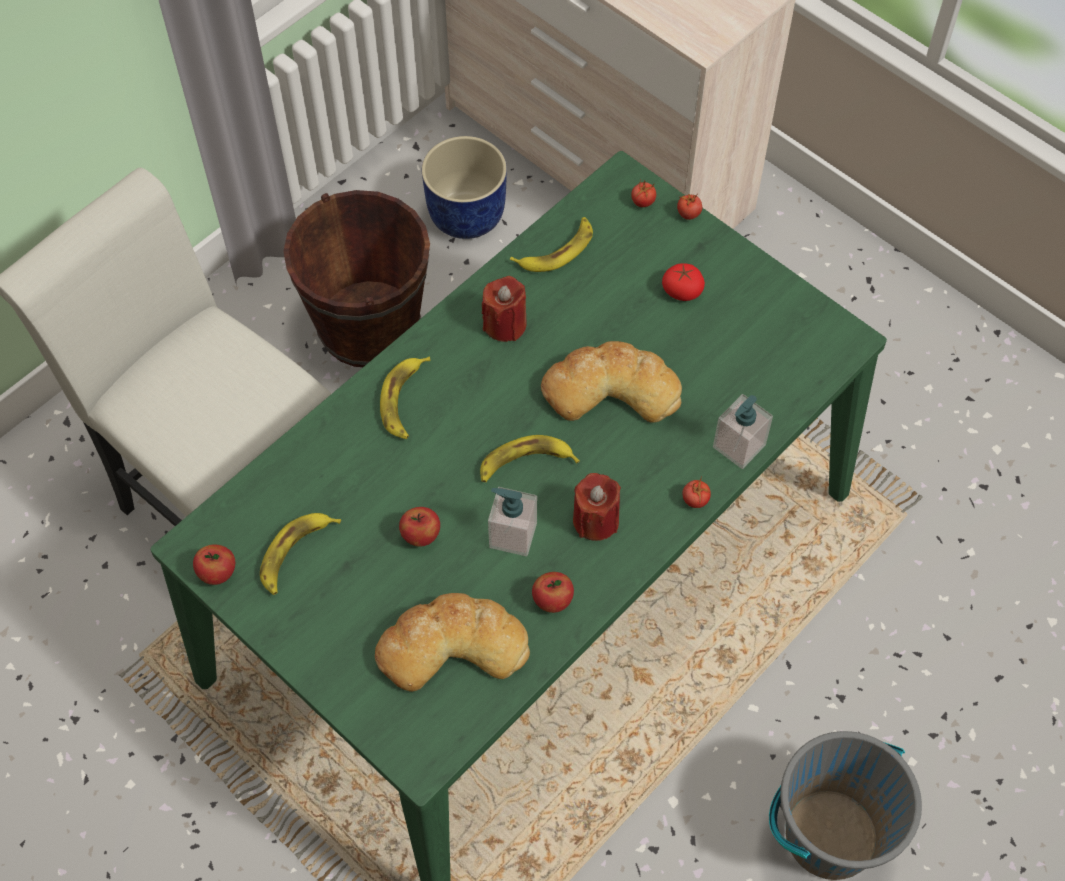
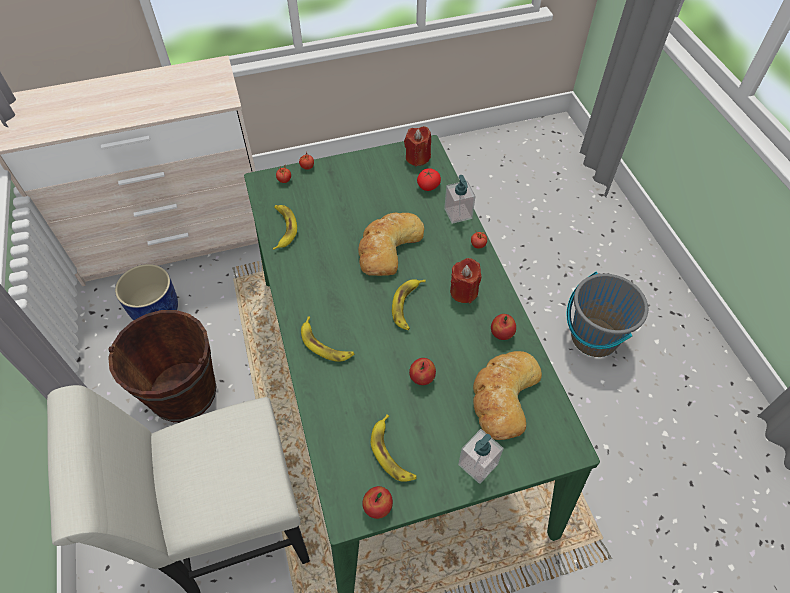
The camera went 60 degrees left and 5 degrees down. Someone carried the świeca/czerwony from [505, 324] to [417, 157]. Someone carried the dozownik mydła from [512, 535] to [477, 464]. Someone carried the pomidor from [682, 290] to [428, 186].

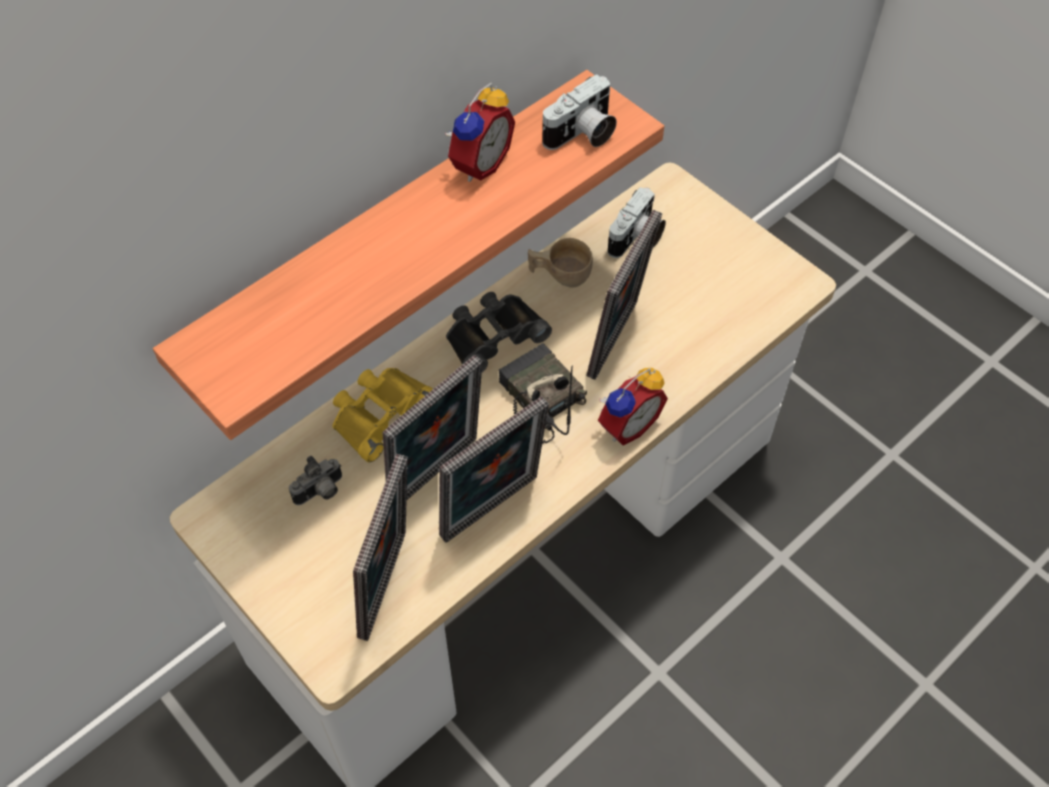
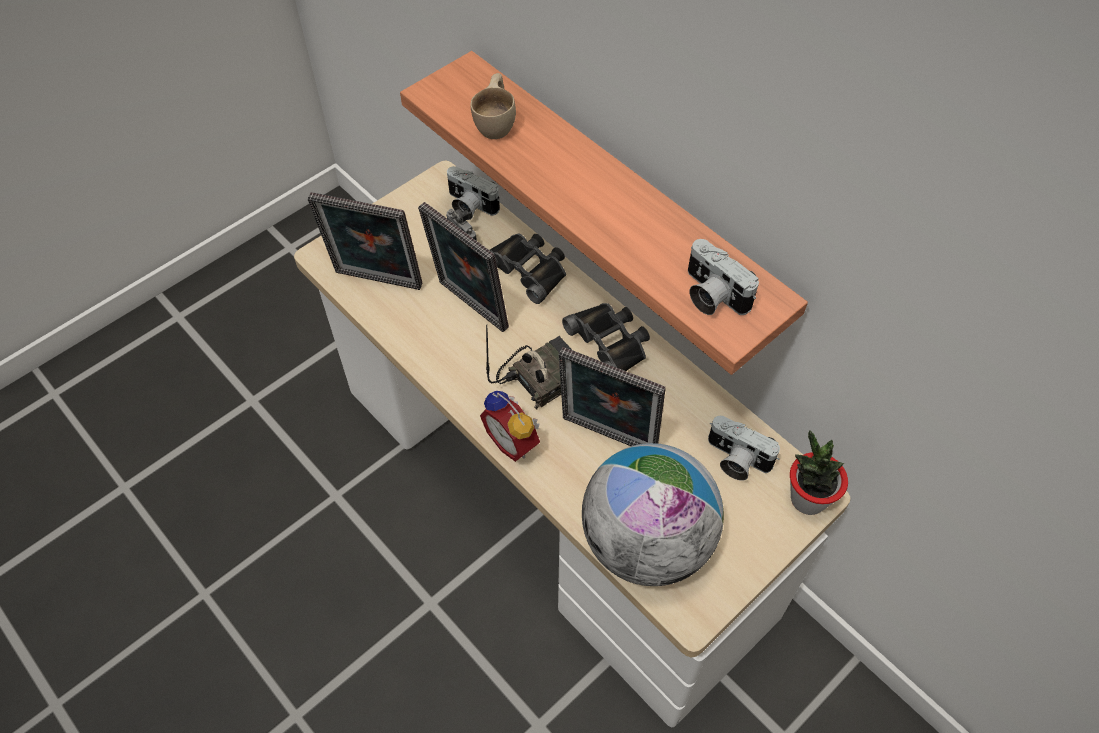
The camera went 90 degrees right and 0 degrees up. Someone repainted the lornetka/żółty at [379, 414], which became the lornetka/czarny at [528, 269]. Someone took away the ramka na zdjęcie at [493, 511]. Someone took away the budzik at [478, 164]. Someone carried the filiżanka/beżowy from [559, 275] to [497, 122]. Someone put down the aparat fotograficzny at [469, 206]. Someone put down the globus at [646, 542]. Someone put down the roślina doniczkowa at [807, 499].

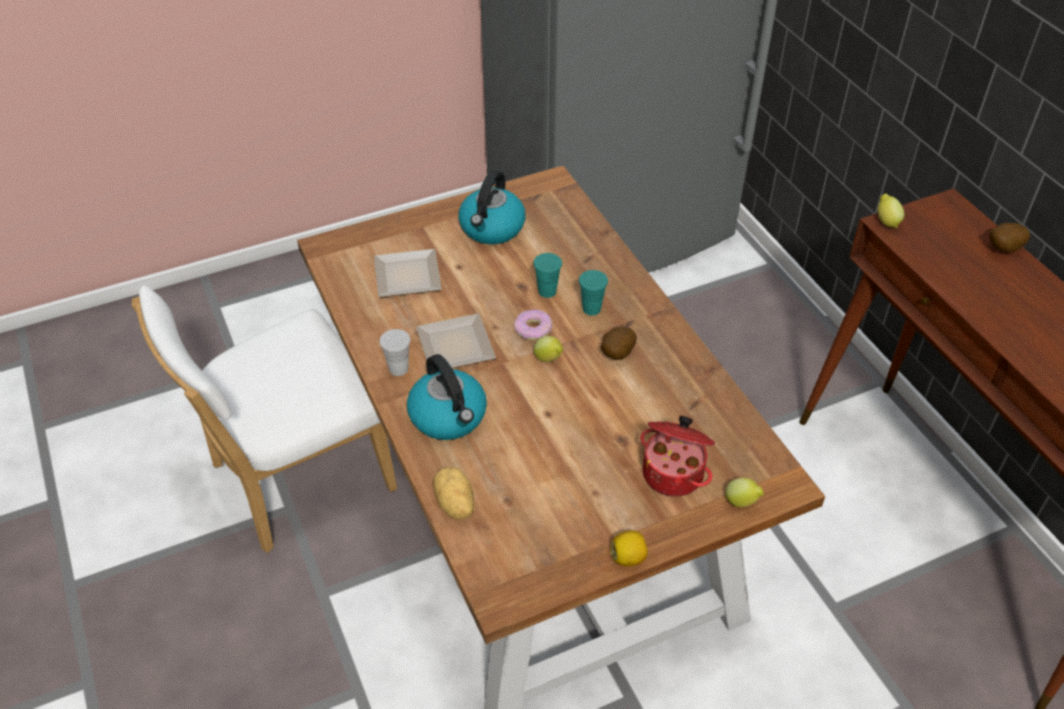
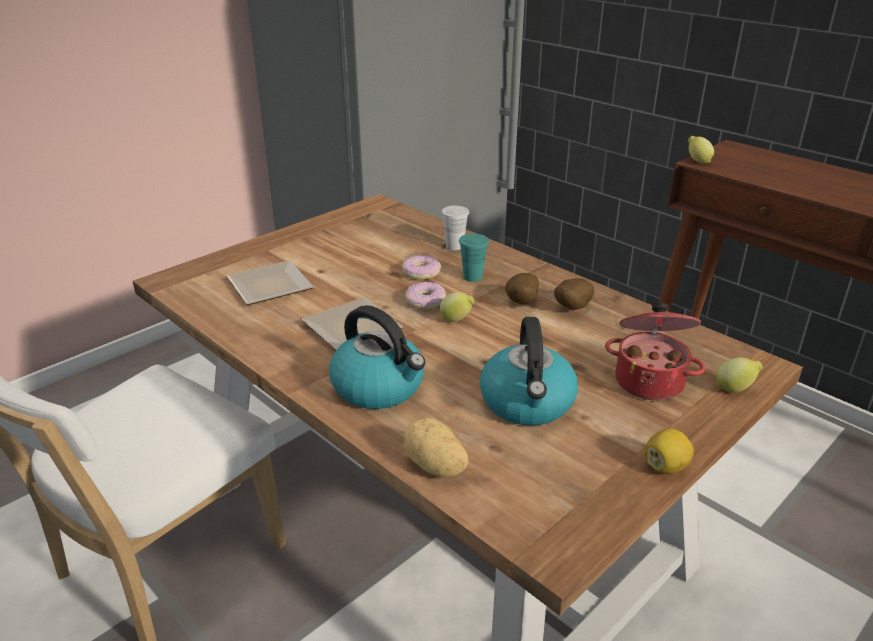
The camera went 20 degrees left and 15 degrees down. Someone carried the filiżanka/biały from [398, 369] to [454, 246]. Someone carried the czajnik from [492, 228] to [528, 403]. Someone swapped the filiżanka/turkusowy at [547, 291] for the donut at [421, 273]. Someone carried the ziemniak from [1002, 249] to [570, 308].

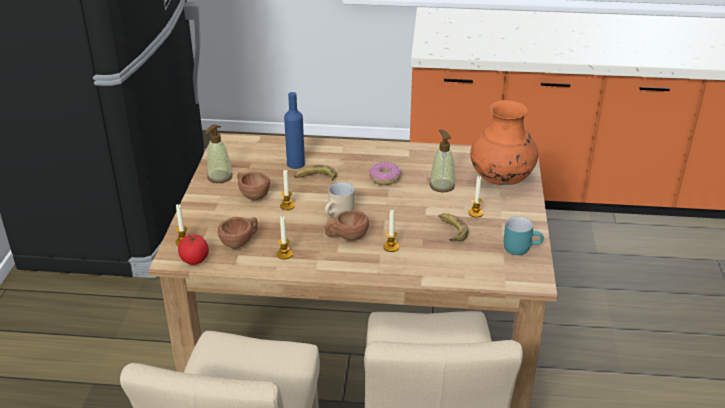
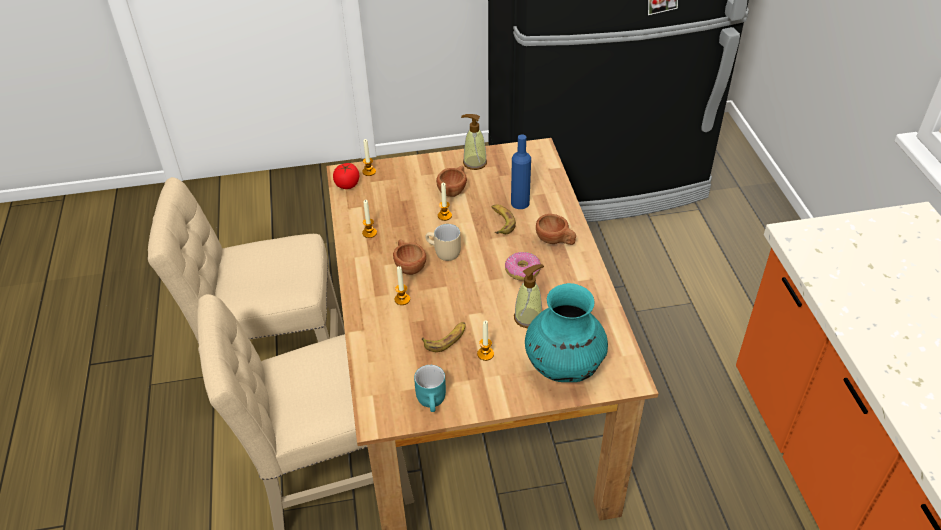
The camera went 75 degrees right and 10 degrees up. Someone carried the filiżanka/brązowy from [240, 242] to [555, 241]. Someone repainted the wazon/pomarańczowy at [501, 180], which became the wazon/turkusowy at [563, 367].

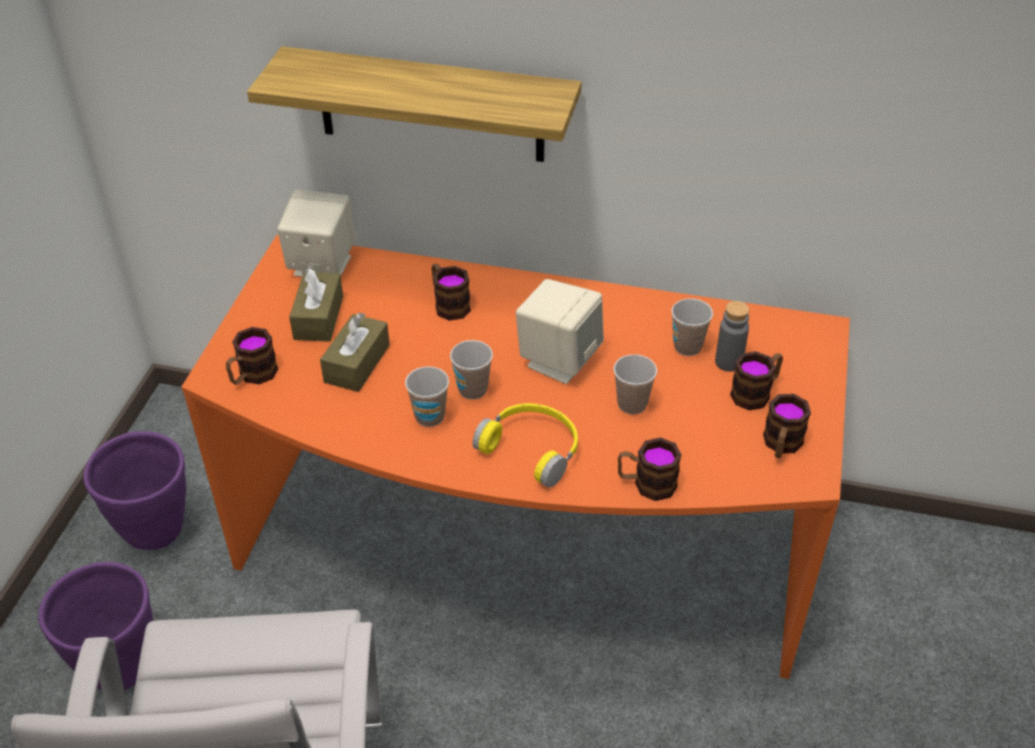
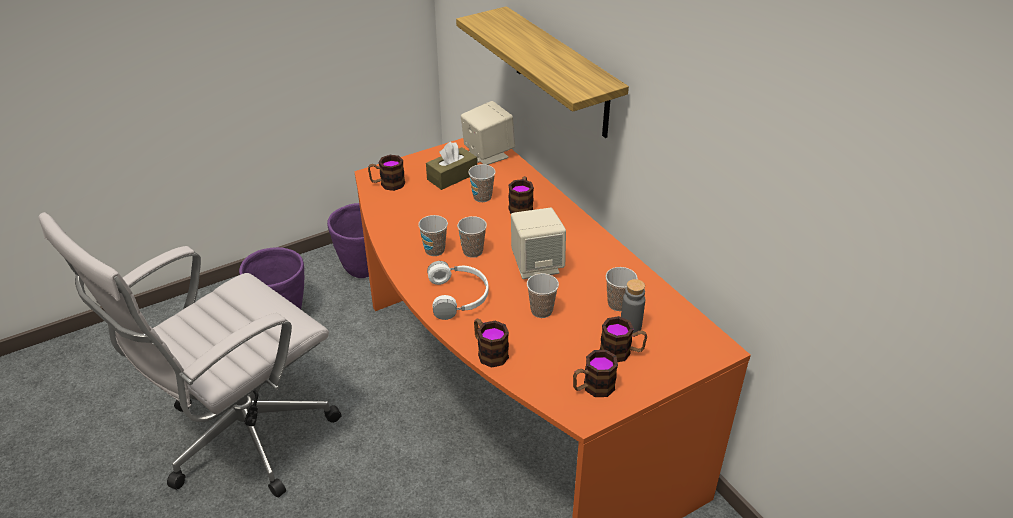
The camera went 45 degrees right and 5 degrees down. Someone took away the pudełko chusteczek/brązowy at [357, 364]. Someone repainted the słuchawki/żółty at [533, 448], which became the słuchawki/biały at [459, 296]. Someone put down the filiżanka at [482, 197].

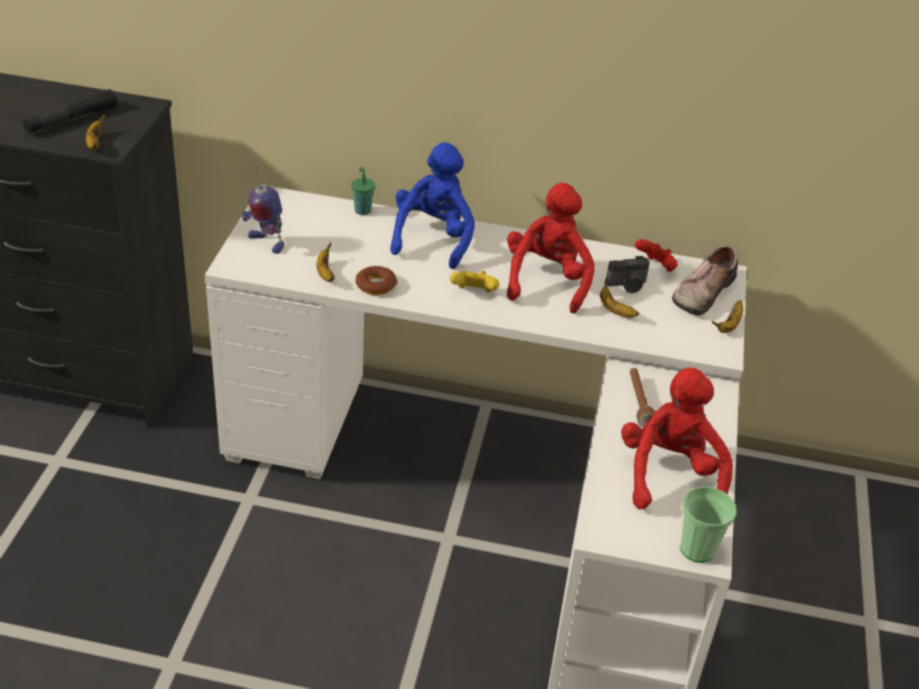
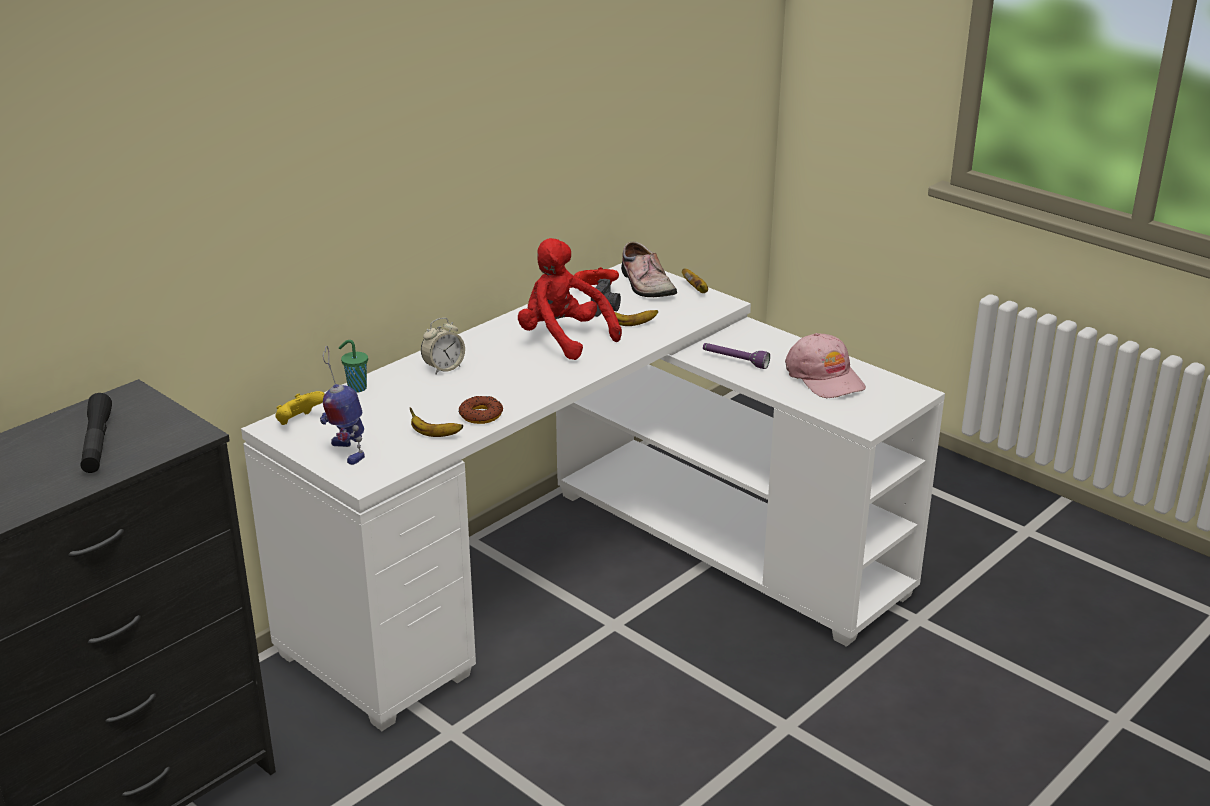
The camera went 55 degrees left and 10 degrees down. Someone took away the banan at [95, 144]. Someone rotated the robot zabawkowy at [265, 242] by 75 degrees clockwise. Someone swapped the pluszak/niebieski at [433, 238] for the budzik at [443, 368]. Someone carried the pad do gier/żółty from [474, 294] to [299, 422]. Someone swapped the pluszak/czerwony at [669, 475] for the czapka z daszkiem/różowy at [825, 377]. Someone repainted the latarka/brązowy at [639, 402], which became the latarka/fioletowy at [734, 361]. Someone took away the filiżanka at [697, 549].

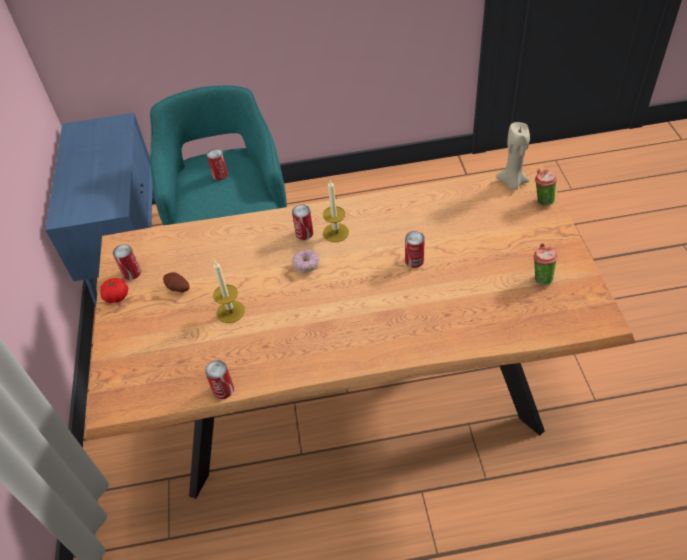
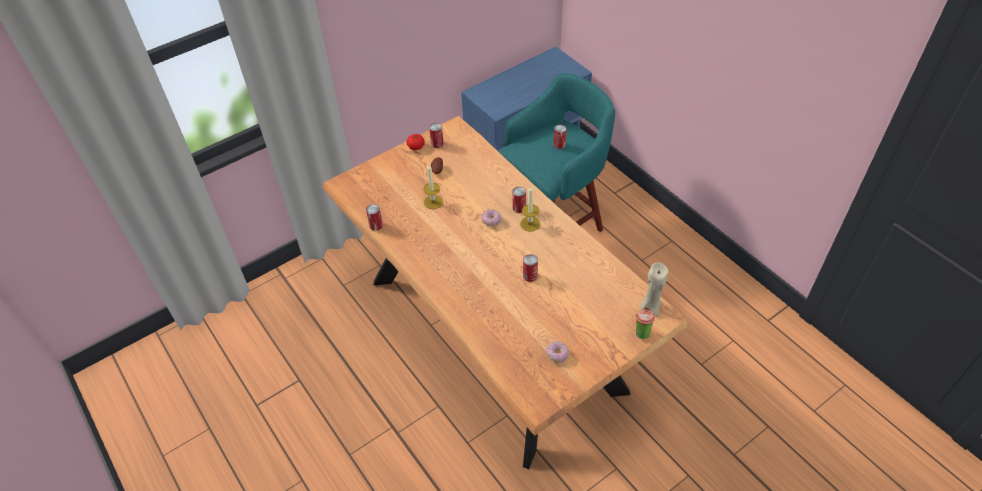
The camera went 60 degrees right and 0 degrees up. Someone swapped the filiżanka at [540, 278] for the donut at [557, 355].

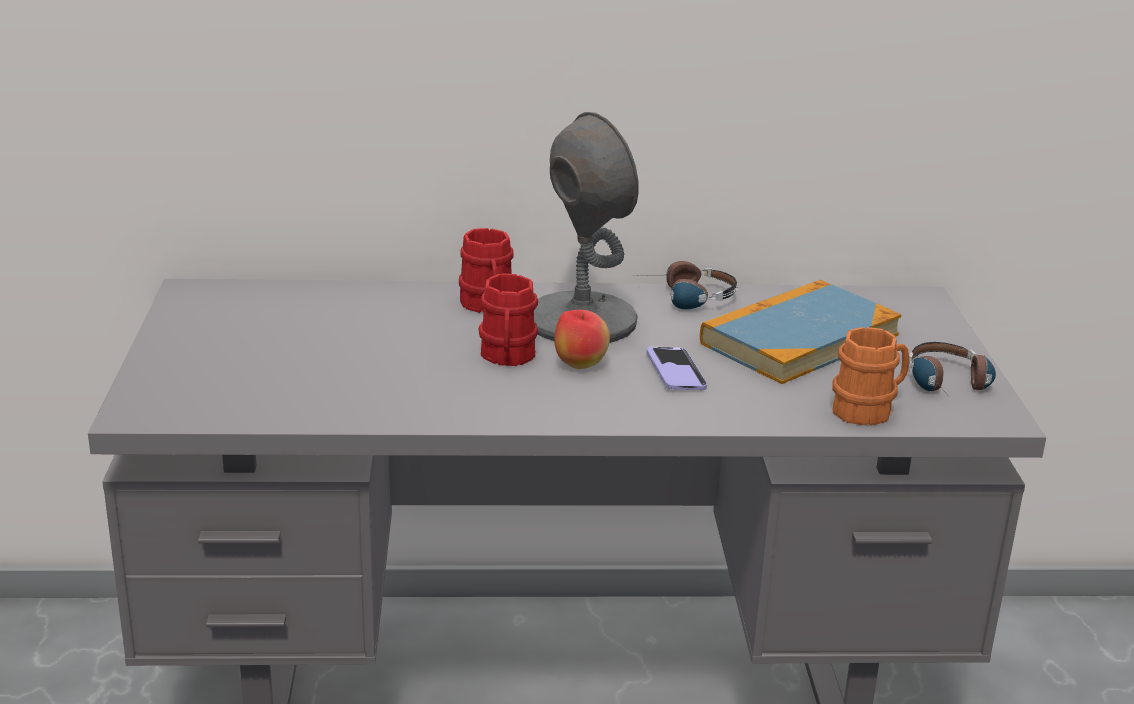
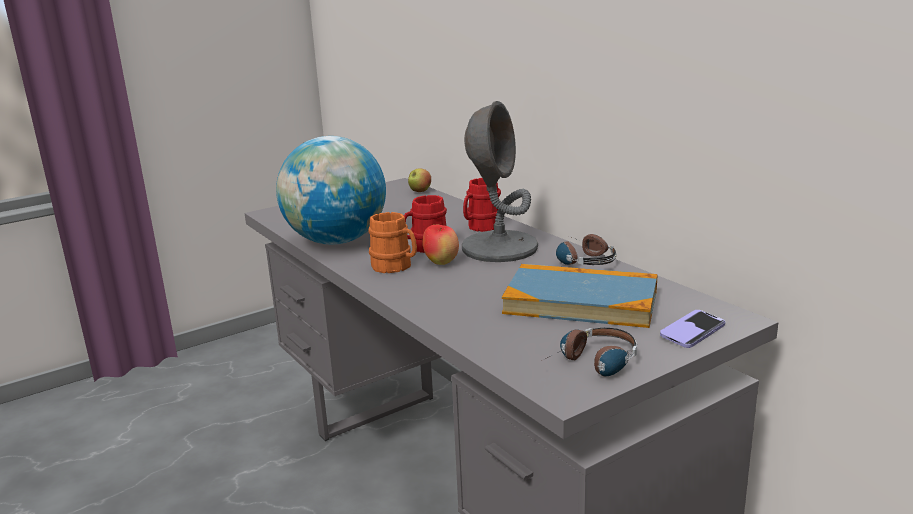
The camera went 60 degrees right and 5 degrees down. Someone carried the telefon from [675, 371] to [692, 331]. Someone carried the kubek/pomarańczowy from [869, 409] to [395, 267]. Someone put down the globus at [336, 241]. Someone put down the jabłko at [420, 191].

